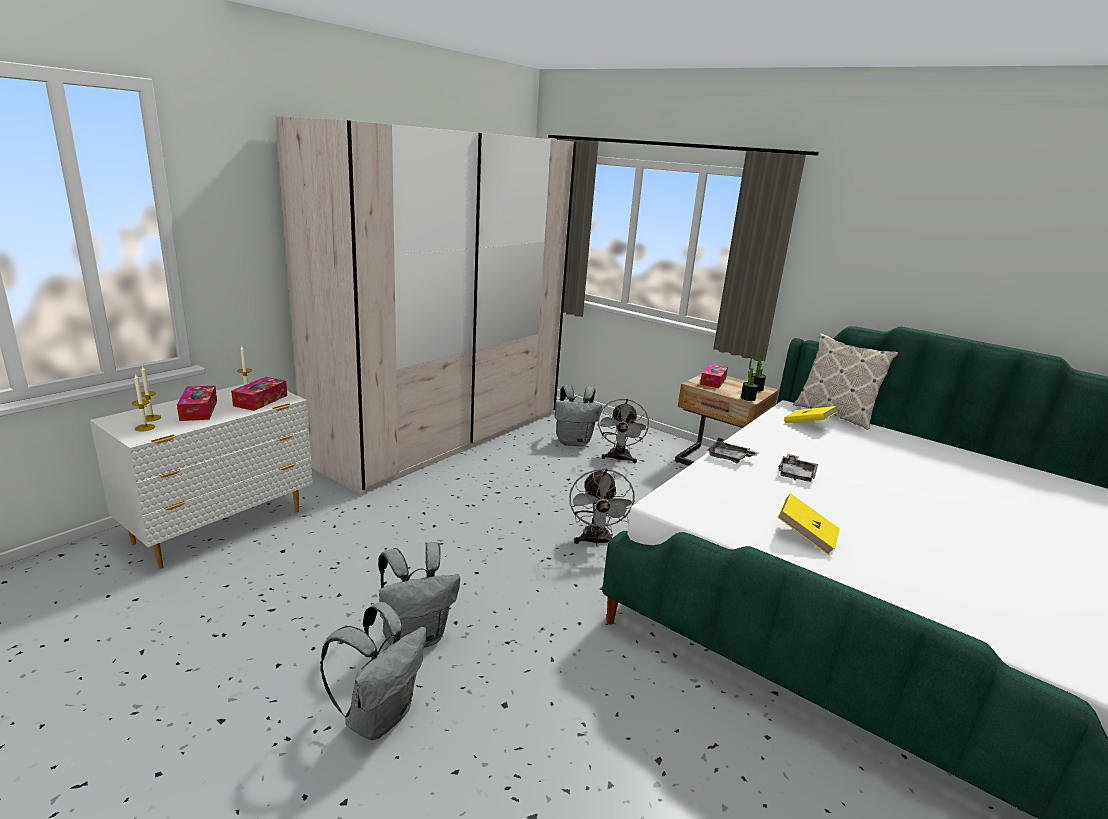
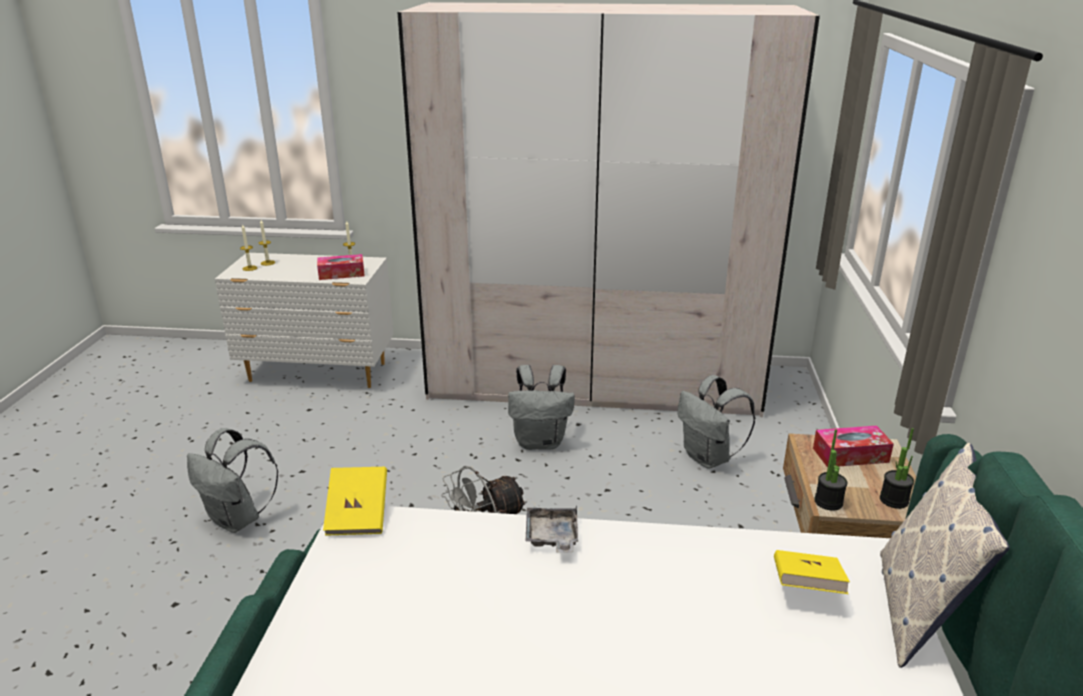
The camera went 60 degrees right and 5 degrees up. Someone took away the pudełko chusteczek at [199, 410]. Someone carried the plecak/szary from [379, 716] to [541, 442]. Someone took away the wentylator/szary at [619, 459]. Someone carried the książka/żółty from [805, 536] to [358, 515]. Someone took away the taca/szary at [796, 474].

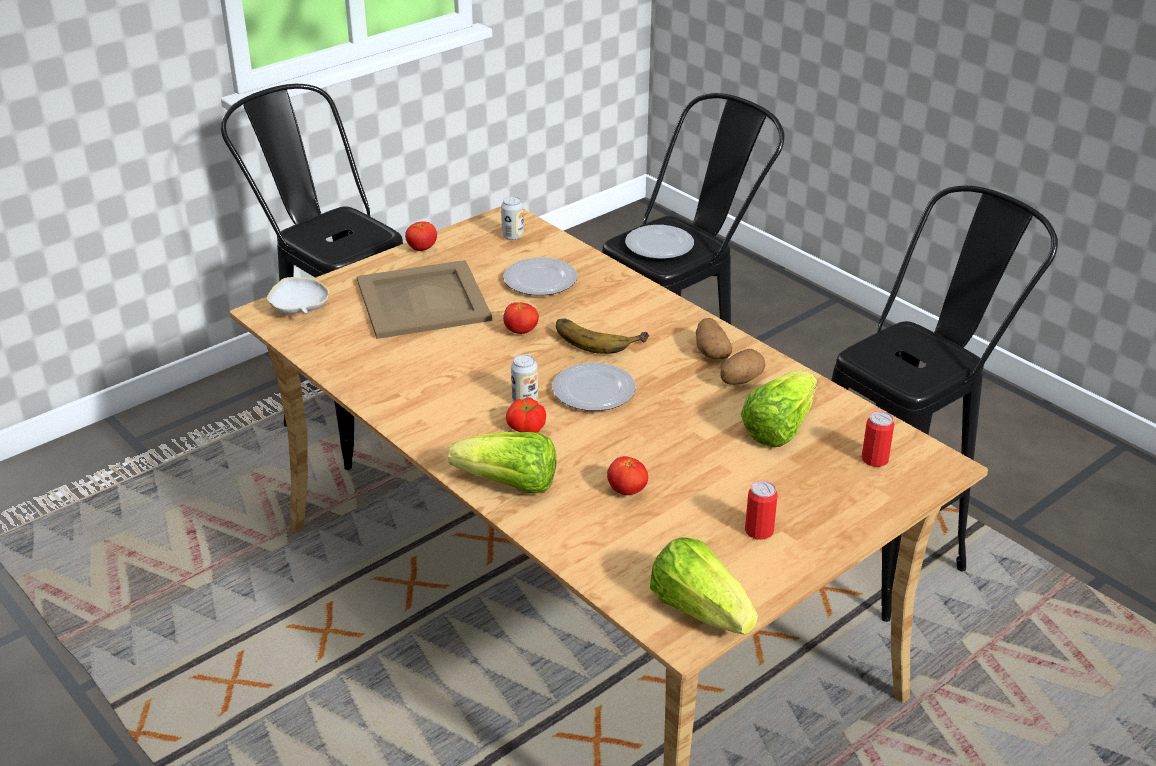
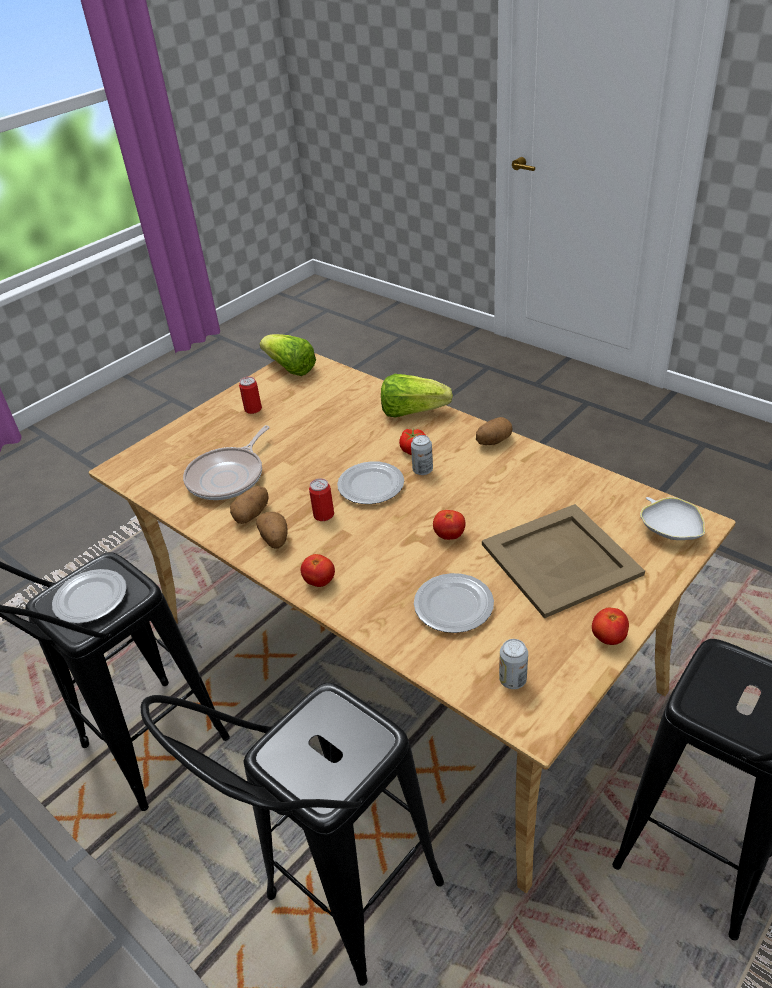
The camera went 175 degrees right and 5 degrees up. Someone took away the banan at [598, 337]. Someone carried the pomidor from [627, 491] to [319, 581]. Someone carried the talerz from [659, 245] to [91, 599]. Someone swapped the sałata at [778, 428] for the patelnia at [228, 477]. Someone carried the puszka from [875, 459] to [323, 515]. Someone put down the ziemniak at [493, 441].

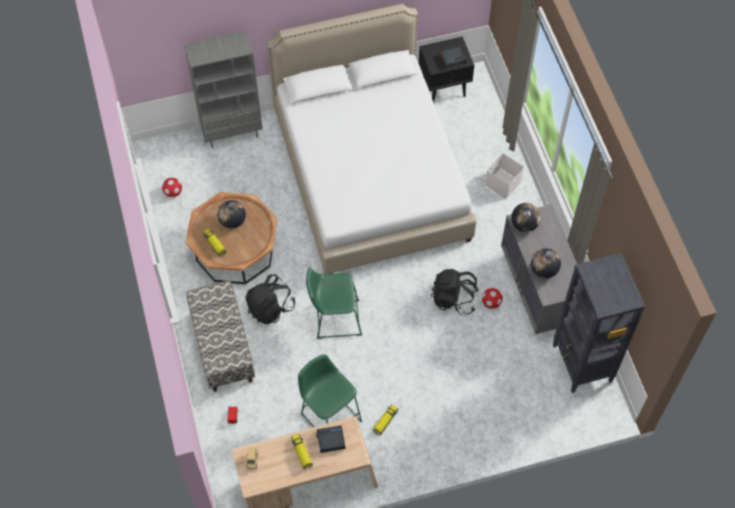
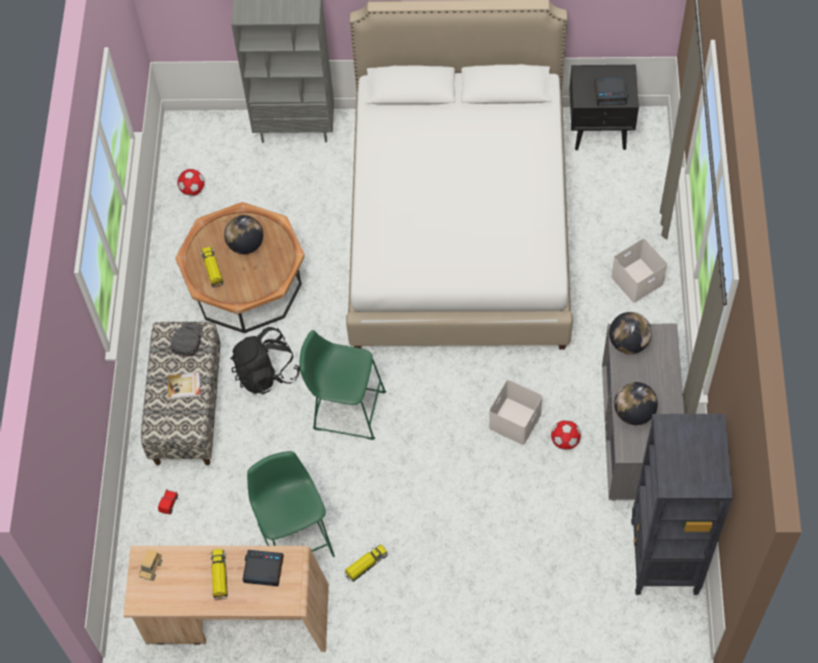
The camera went 20 degrees right and 0 degrees up. Someone swapped the plecak/czarny at [453, 299] for the pojemnik do przechowywania/biały at [515, 422]. Someone put down the książka at [184, 386]. Someone put down the czapka z daszkiem/czarny at [187, 340].

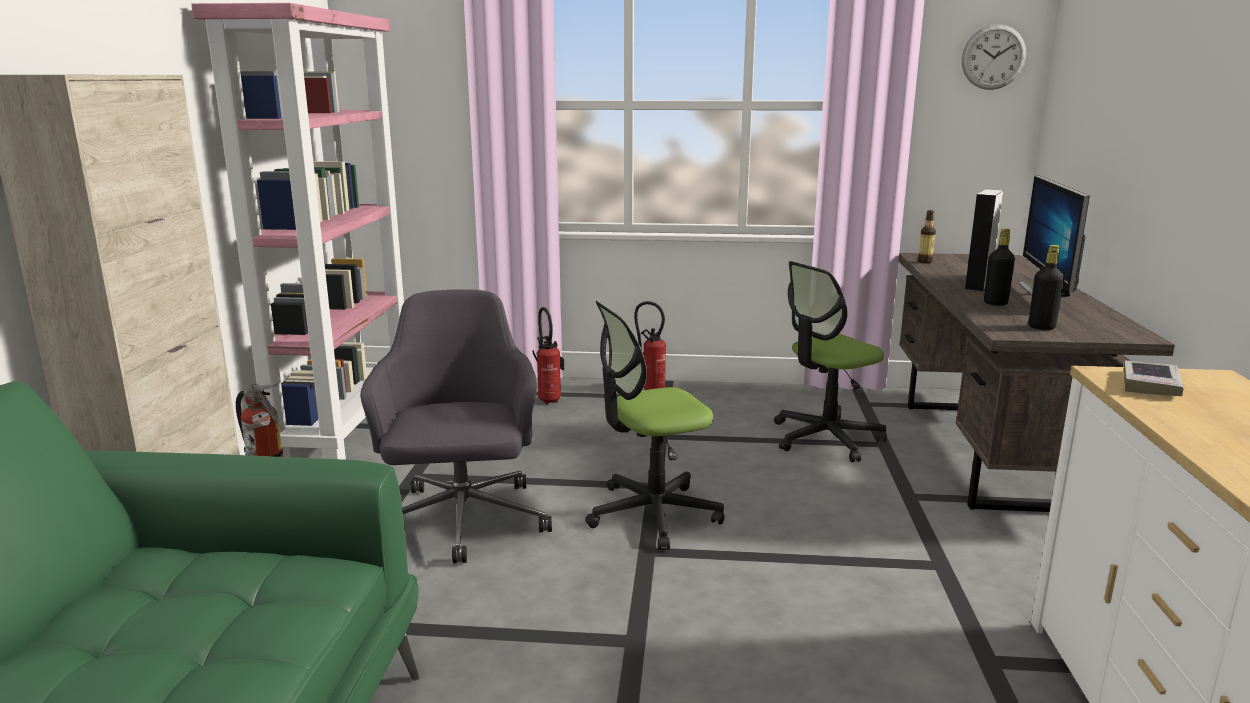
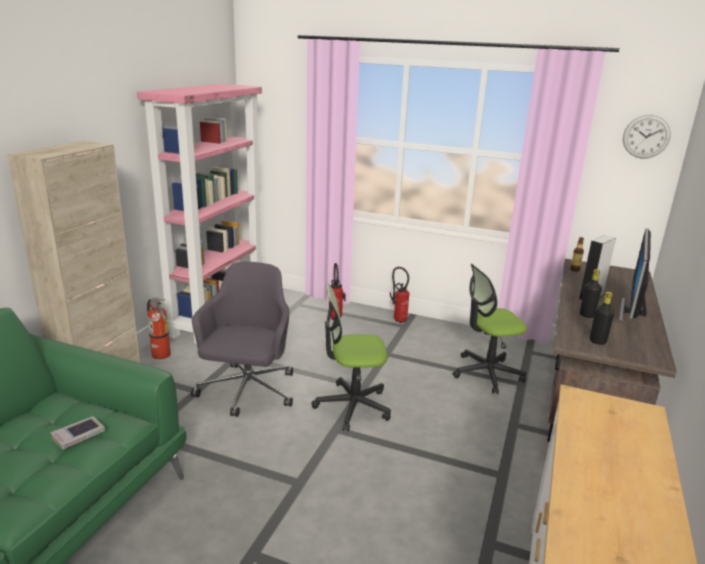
The camera went 15 degrees right and 5 degrees up. Someone carried the książka from [1150, 384] to [79, 435].

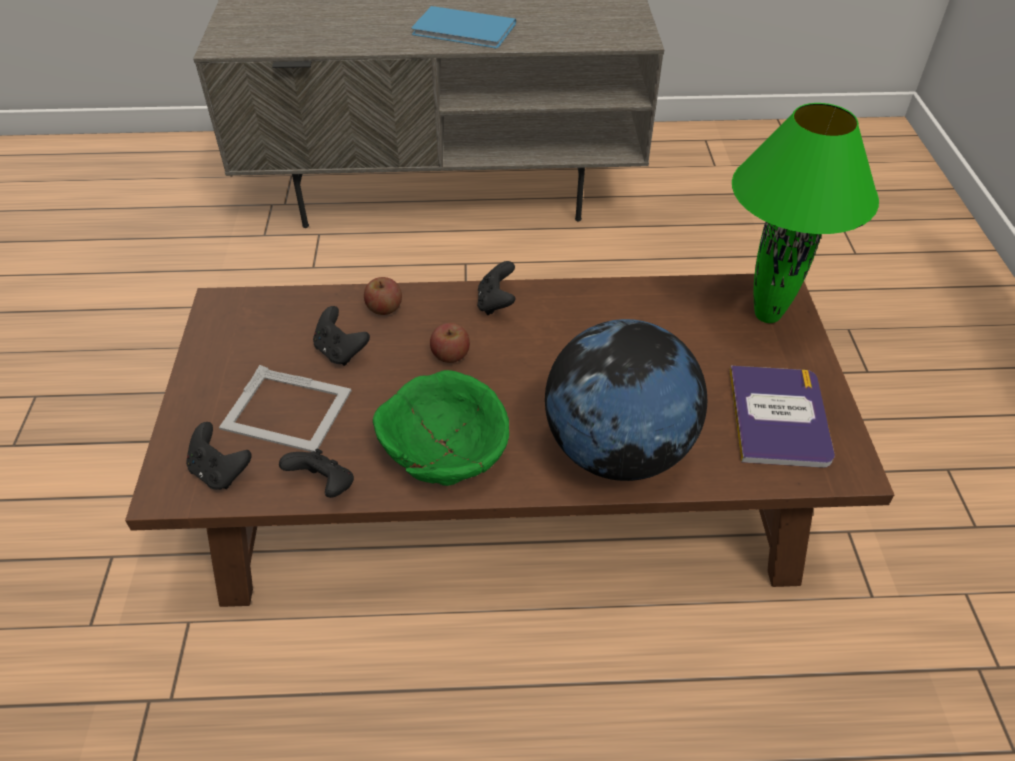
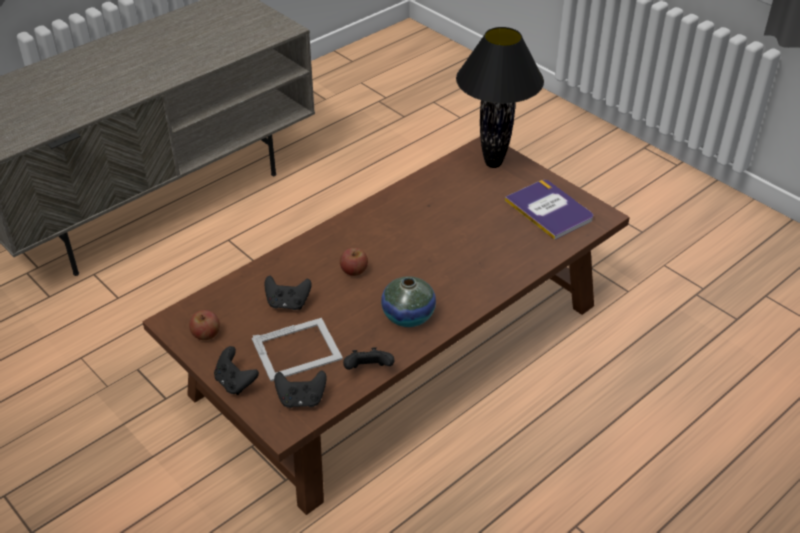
The camera went 40 degrees left and 5 degrees down. Someone carried the jabłko from [384, 308] to [206, 334]. Someone swapped the miska/zielony at [444, 448] for the wazon at [408, 316]. Someone took away the książka/niebieski at [465, 31]. Someone carried the pad do gier/czarny from [496, 303] to [235, 383]. Someone took away the globus at [617, 450]. Someone repainted the lampa stołowa/zielony at [768, 316], which became the lampa stołowa/czarny at [494, 163].

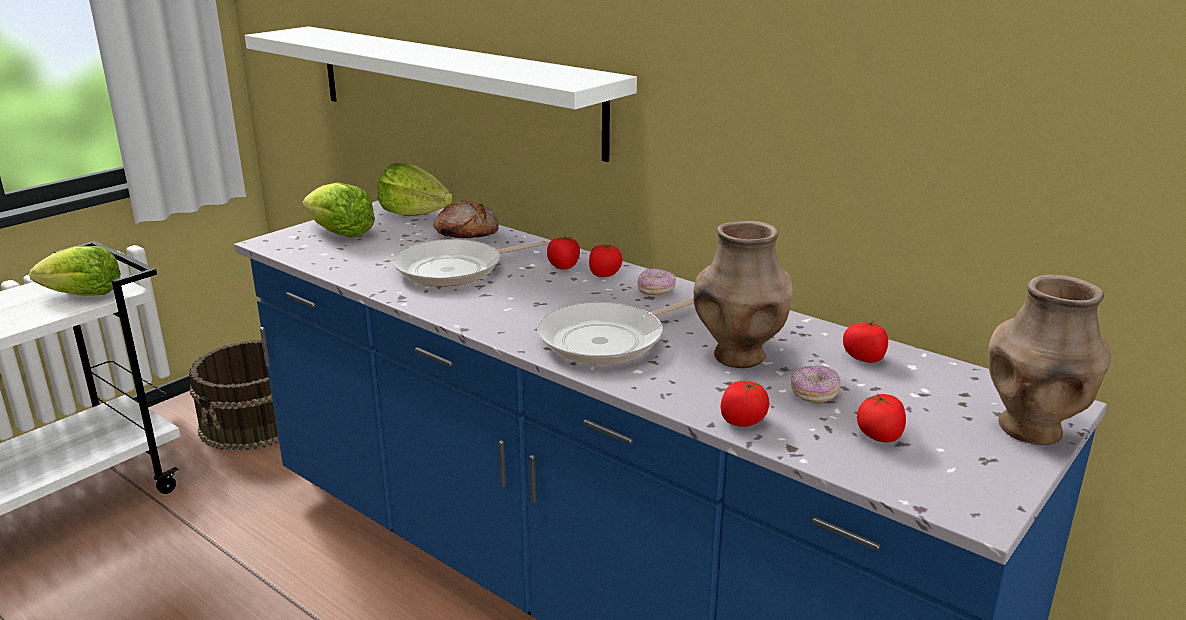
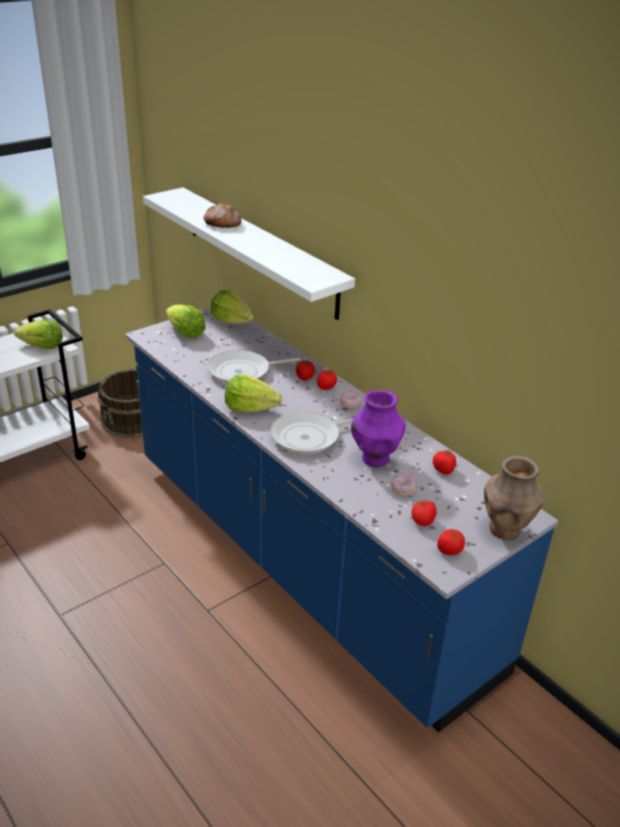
The camera went 10 degrees right and 10 degrees up. Someone carried the chleb from [466, 232] to [222, 223]. Someone repainted the wazon/brązowy at [739, 357], which became the wazon/fioletowy at [375, 459]. Someone carried the pomidor from [743, 421] to [449, 550]. Someone put down the sałata at [250, 408].

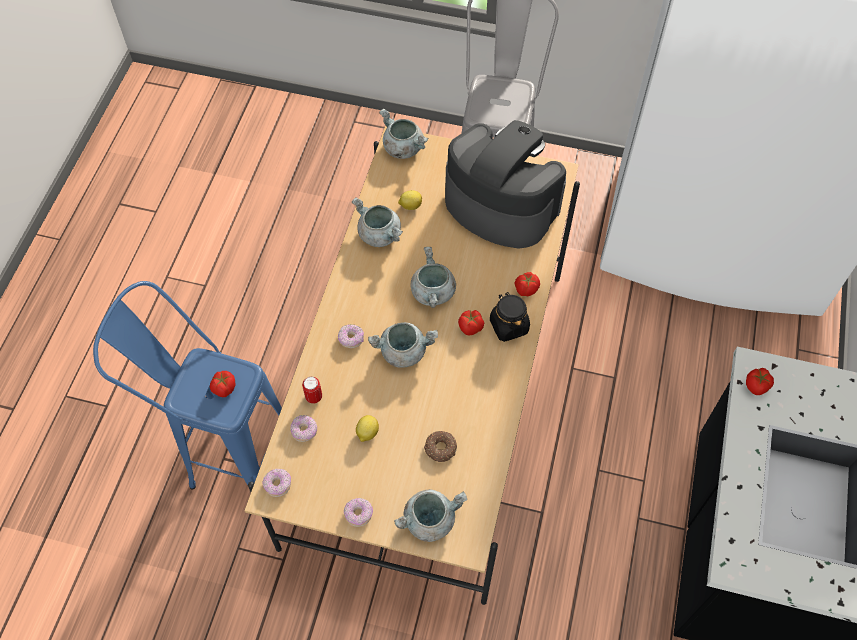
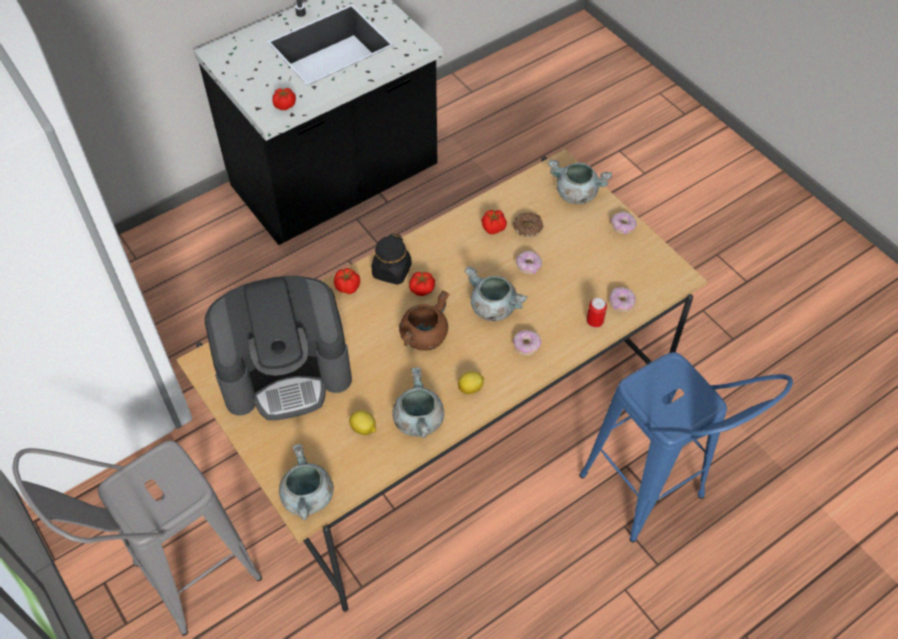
The camera went 140 degrees left and 5 degrees down. Someone carried the pomidor from [224, 388] to [494, 228]. Someone carried the donut from [278, 484] to [528, 266]. Someone carried the cytryna from [367, 433] to [471, 388]. Someone repainted the garnek/szary at [433, 293], which became the garnek/brązowy at [424, 336]. Someone rotated the ekspres do kawy at [500, 204] by 90 degrees counterclockwise.

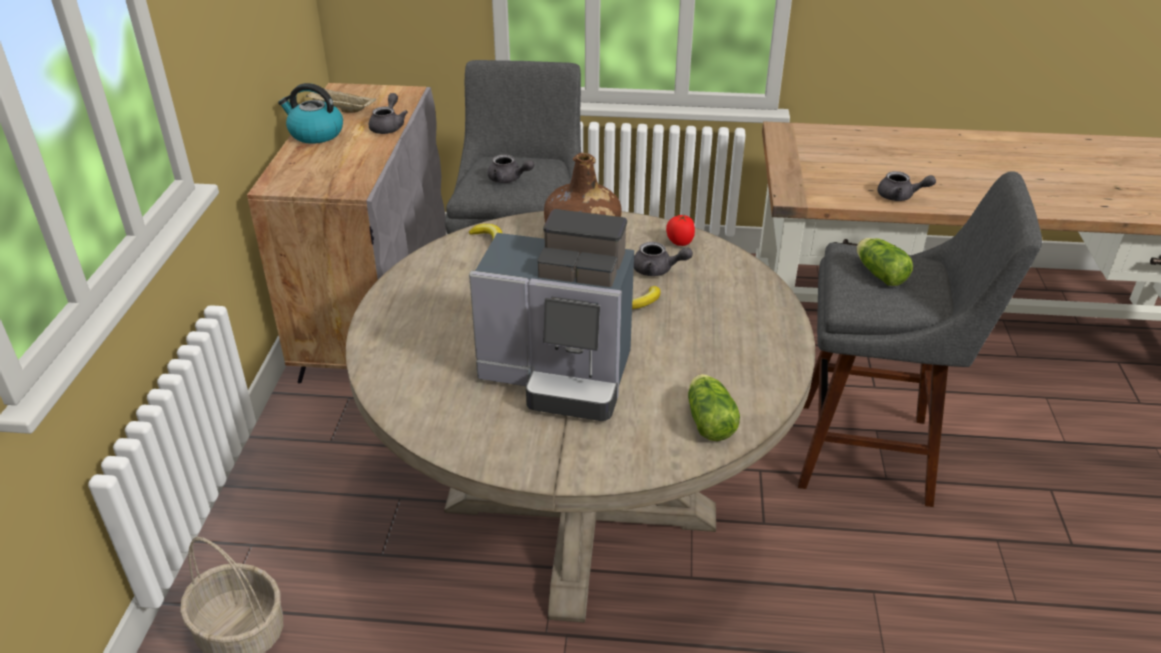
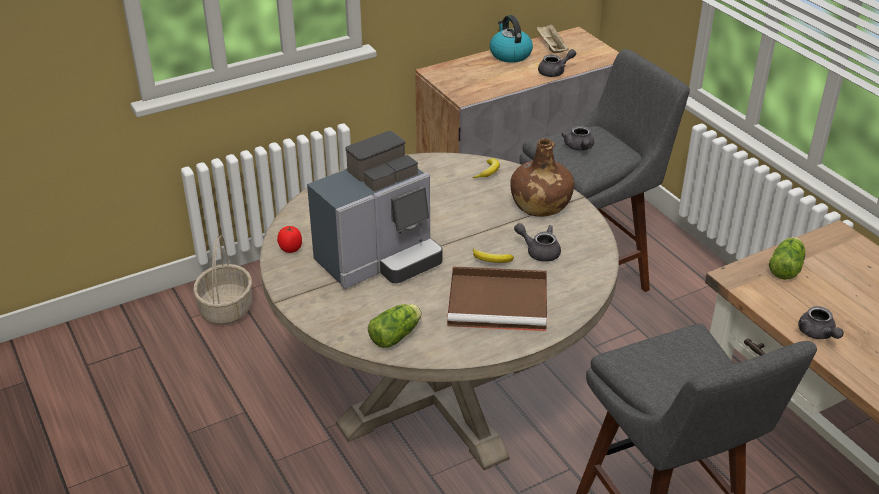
The camera went 55 degrees right and 0 degrees up. Someone rotated the ekspres do kawy at [560, 375] by 105 degrees counterclockwise. Someone rotated the imbryk/szary at [657, 270] by 135 degrees clockwise. Someone carried the pomidor from [679, 242] to [291, 249]. Someone carried the sałata from [878, 273] to [786, 267]. Someone put down the taca/brązowy at [500, 302].

